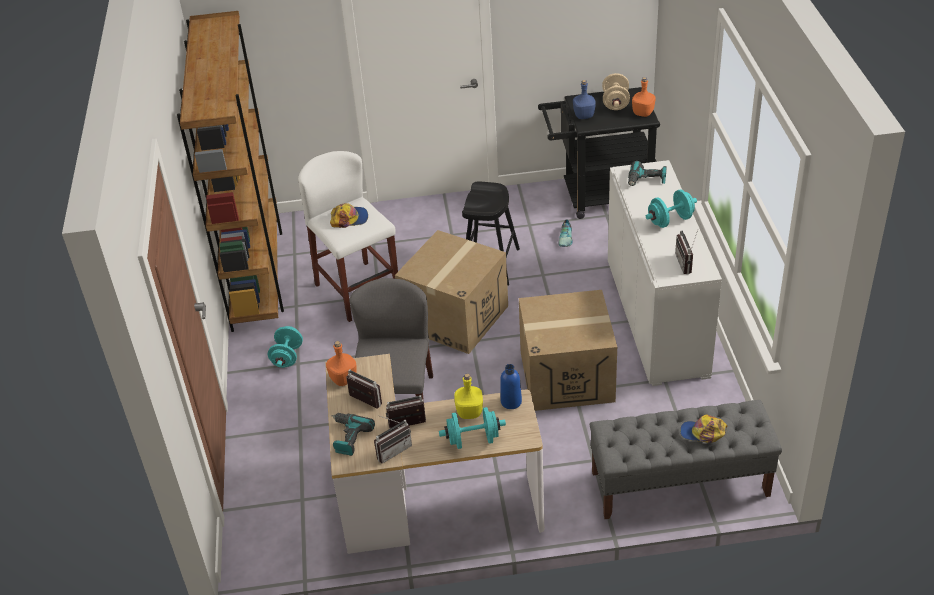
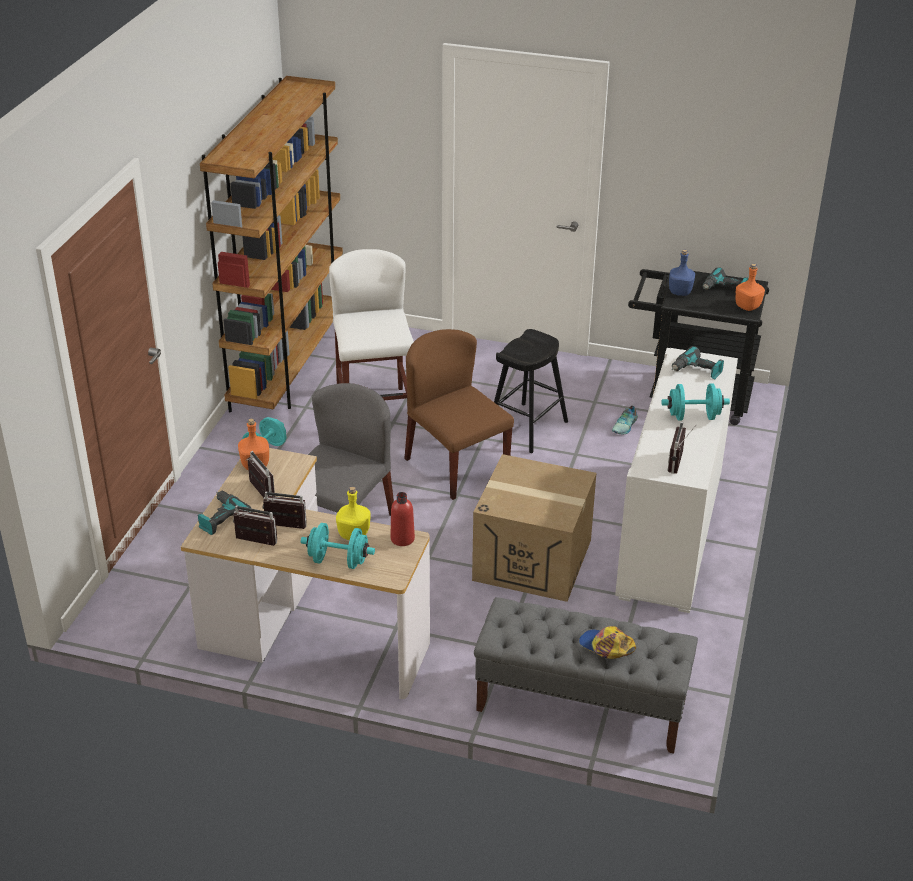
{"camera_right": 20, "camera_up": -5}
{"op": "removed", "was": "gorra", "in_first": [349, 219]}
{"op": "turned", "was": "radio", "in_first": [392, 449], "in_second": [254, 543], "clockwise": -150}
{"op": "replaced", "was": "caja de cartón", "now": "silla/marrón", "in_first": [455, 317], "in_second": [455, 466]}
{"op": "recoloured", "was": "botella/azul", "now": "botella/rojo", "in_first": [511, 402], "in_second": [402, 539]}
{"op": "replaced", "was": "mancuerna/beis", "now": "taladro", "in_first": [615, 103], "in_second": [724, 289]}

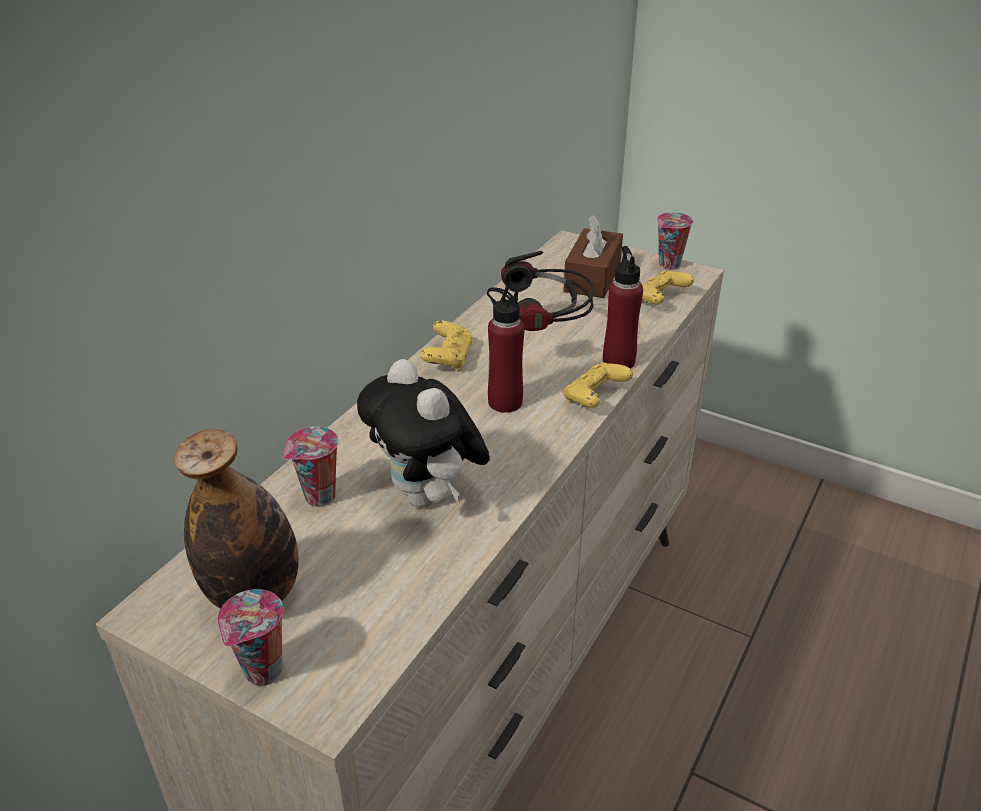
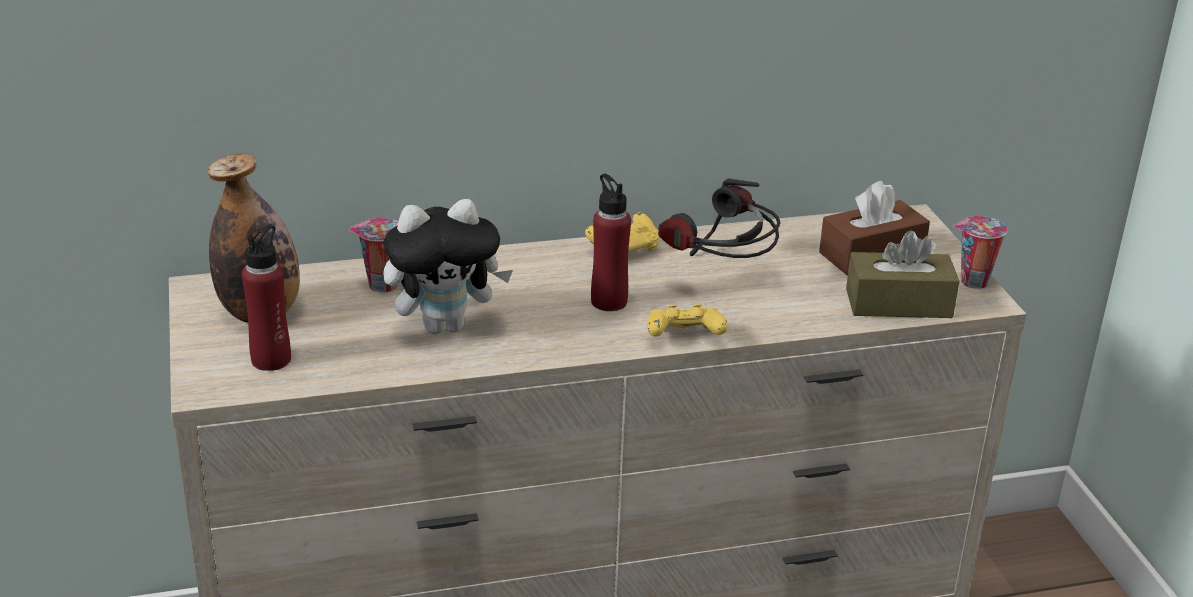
{"camera_right": 45, "camera_up": -5}
{"op": "removed", "was": "taza", "in_first": [263, 673]}
{"op": "turned", "was": "peluche", "in_first": [428, 497], "in_second": [445, 325], "clockwise": -120}
{"op": "moved", "was": "botella/rojo", "in_first": [618, 361], "in_second": [271, 360]}
{"op": "replaced", "was": "mando de consola/amarillo", "now": "caja de pañuelos/marrón", "in_first": [660, 300], "in_second": [898, 303]}

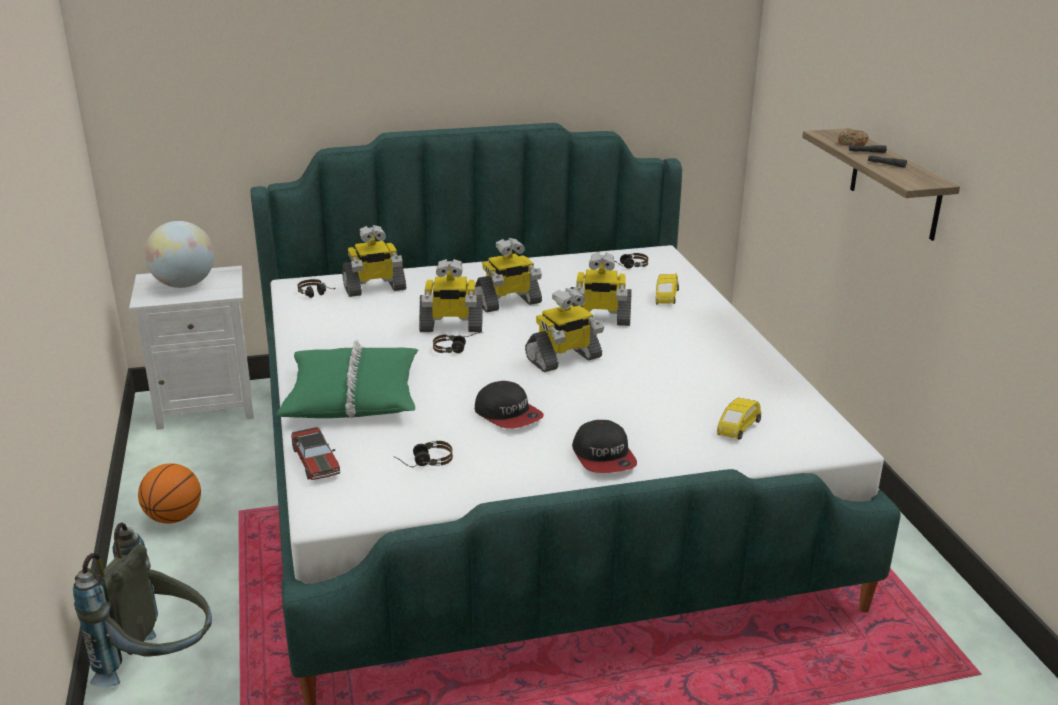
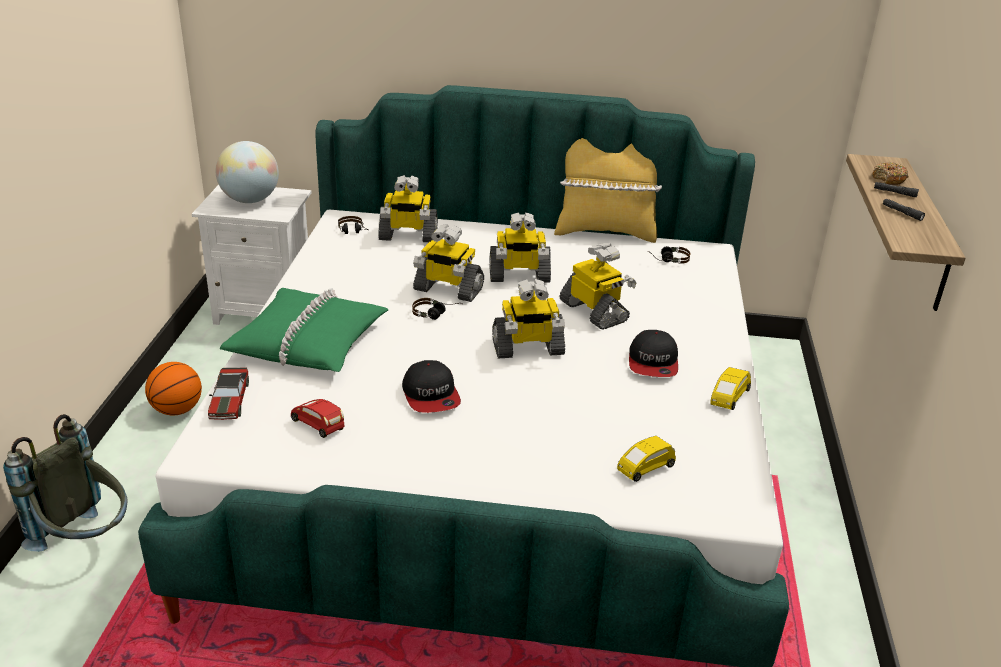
{"camera_right": 20, "camera_up": 5}
{"op": "replaced", "was": "auriculares", "now": "coche de juguete/rojo", "in_first": [423, 462], "in_second": [319, 426]}
{"op": "turned", "was": "robot de juguete", "in_first": [599, 319], "in_second": [595, 312], "clockwise": -150}
{"op": "moved", "was": "gorra", "in_first": [604, 457], "in_second": [653, 362]}
{"op": "moved", "was": "coche de juguete/amarillo", "in_first": [665, 298], "in_second": [728, 398]}
{"op": "added", "now": "cojín/amarillo", "in_second": [605, 232]}

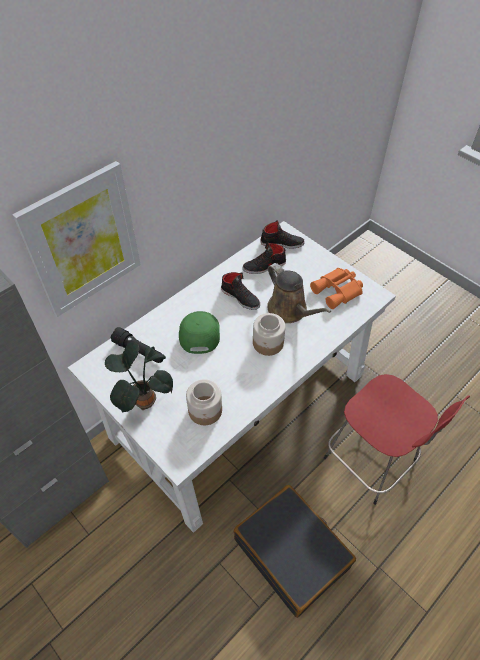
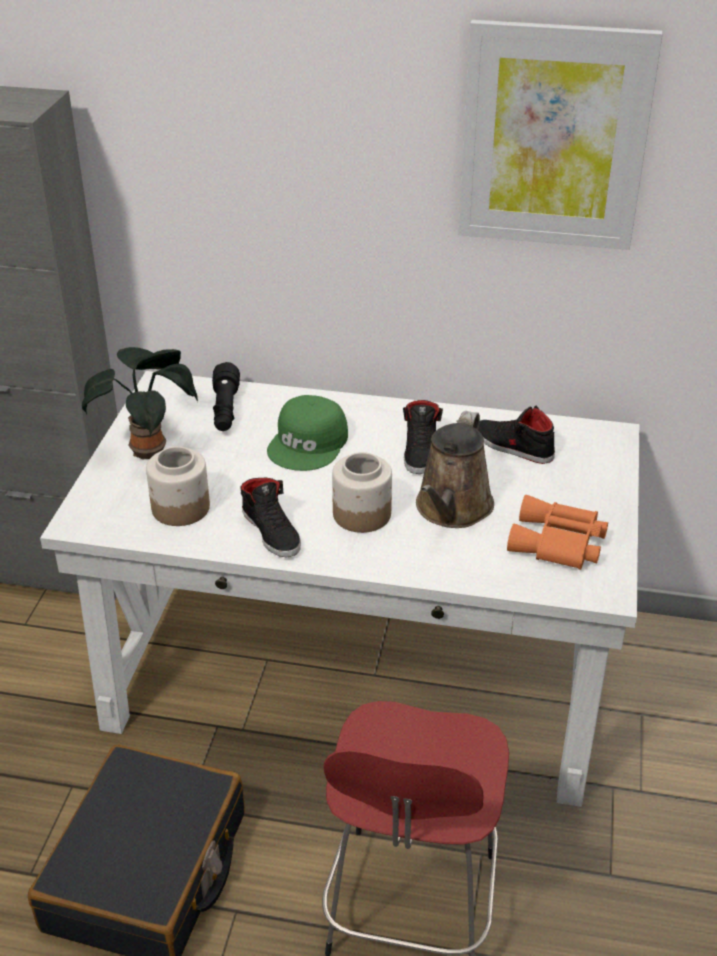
{"camera_right": 55, "camera_up": -15}
{"op": "moved", "was": "cuadro", "in_first": [83, 241], "in_second": [554, 137]}
{"op": "turned", "was": "gorra/verde", "in_first": [198, 333], "in_second": [309, 443], "clockwise": 150}
{"op": "moved", "was": "zapato/negro", "in_first": [282, 243], "in_second": [272, 531]}

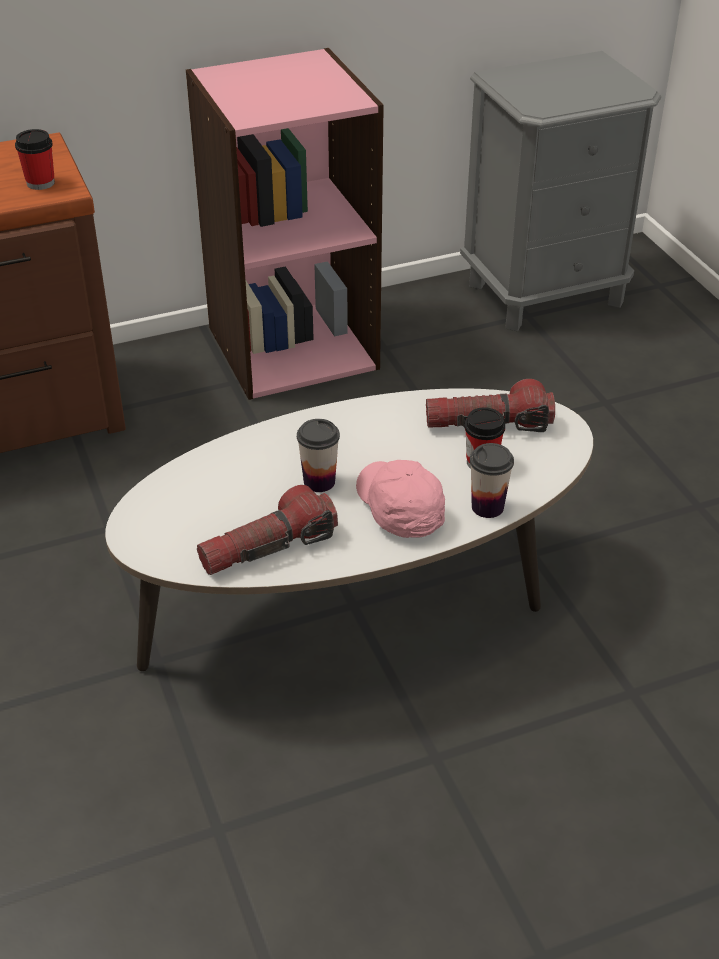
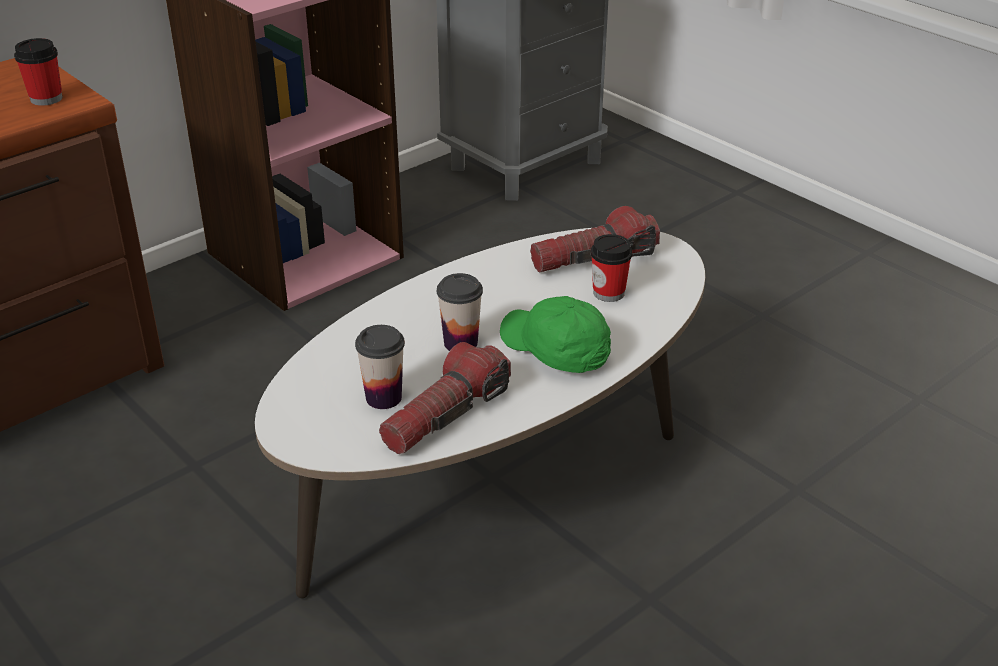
{"camera_right": -20, "camera_up": -5}
{"op": "recoloured", "was": "gorra/rosa", "now": "gorra/verde", "in_first": [398, 509], "in_second": [555, 350]}
{"op": "moved", "was": "taza", "in_first": [487, 507], "in_second": [383, 398]}

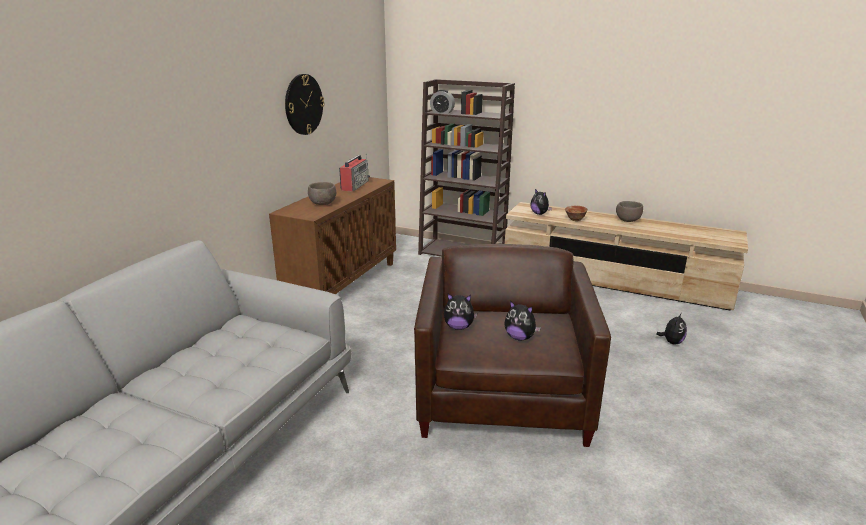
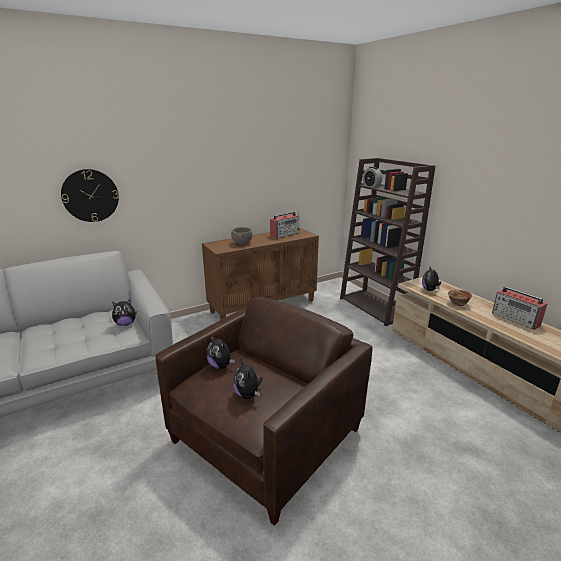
{"camera_right": 35, "camera_up": 0}
{"op": "moved", "was": "reloj de pared", "in_first": [303, 104], "in_second": [90, 195]}
{"op": "replaced", "was": "cuenco/marrón", "now": "radio", "in_first": [628, 220], "in_second": [515, 319]}
{"op": "moved", "was": "peluche", "in_first": [671, 342], "in_second": [125, 324]}

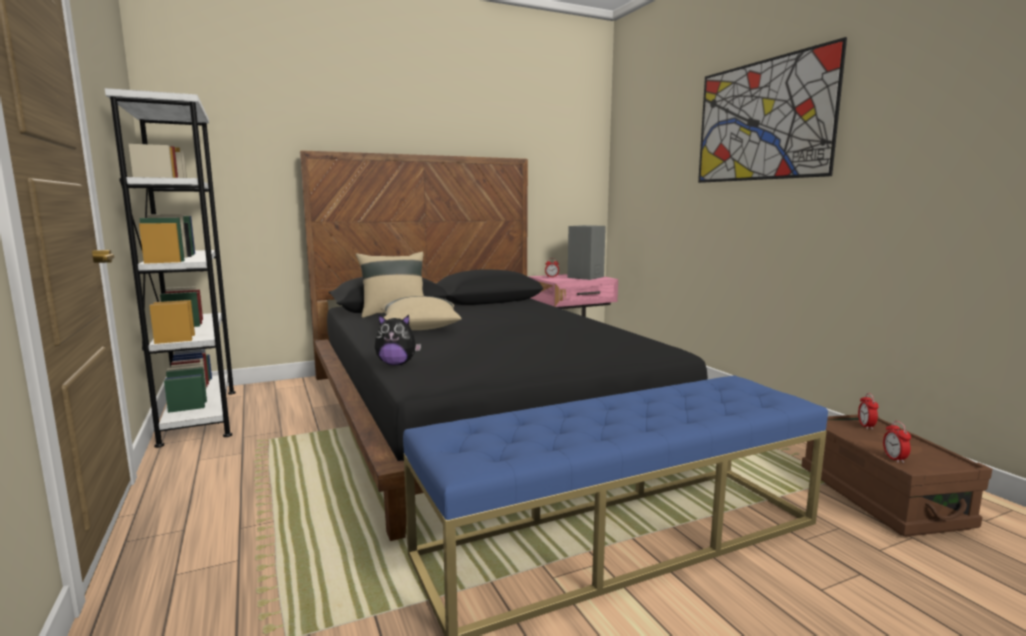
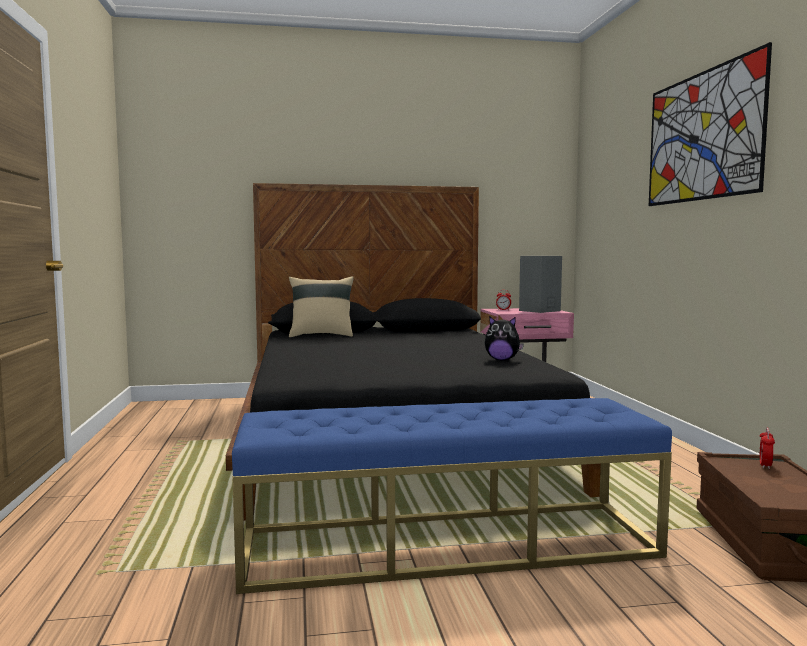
{"camera_right": 15, "camera_up": -5}
{"op": "removed", "was": "estantería/blanco", "in_first": [200, 416]}
{"op": "moved", "was": "peluche", "in_first": [396, 364], "in_second": [502, 360]}
{"op": "removed", "was": "cojín/beis", "in_first": [420, 329]}
{"op": "removed", "was": "despertador", "in_first": [894, 458]}

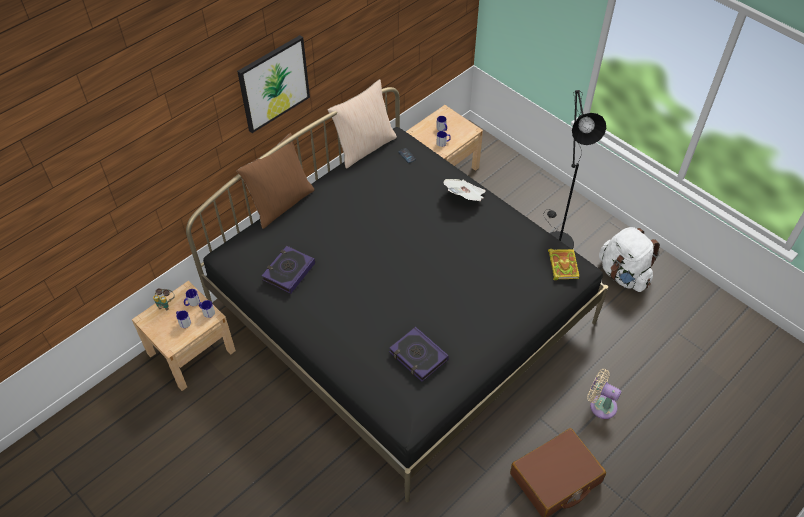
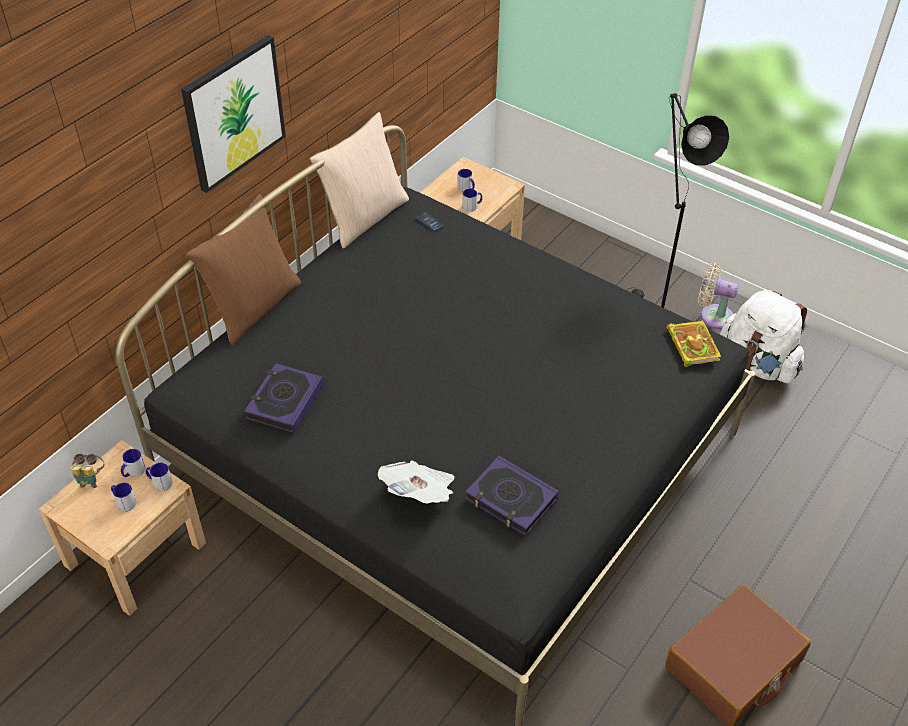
{"camera_right": -10, "camera_up": -5}
{"op": "moved", "was": "periódico", "in_first": [465, 197], "in_second": [419, 493]}
{"op": "moved", "was": "ventilador/beis", "in_first": [600, 405], "in_second": [712, 316]}

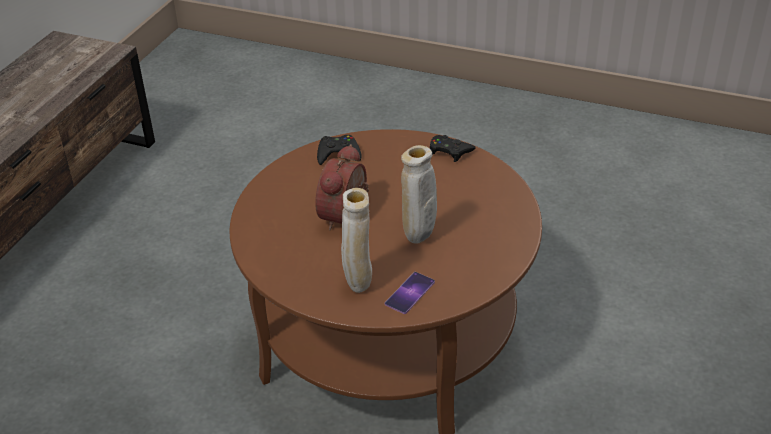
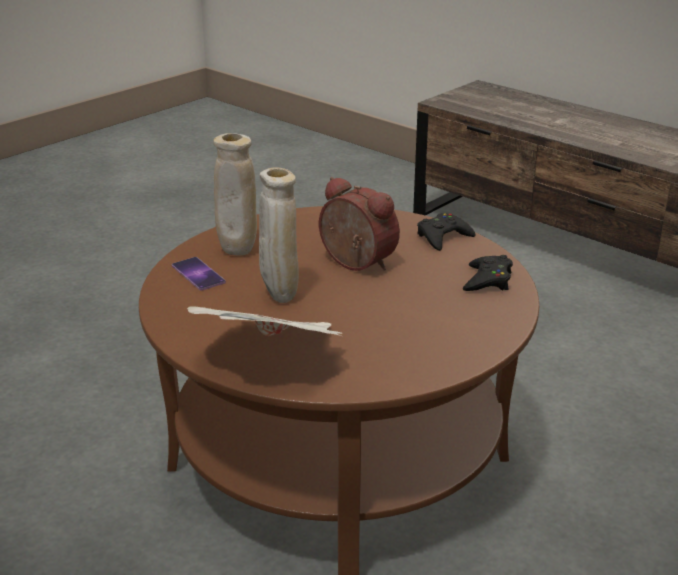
{"camera_right": 110, "camera_up": -10}
{"op": "moved", "was": "mando de consola/negro", "in_first": [449, 151], "in_second": [443, 237]}
{"op": "added", "now": "periódico", "in_second": [274, 356]}

